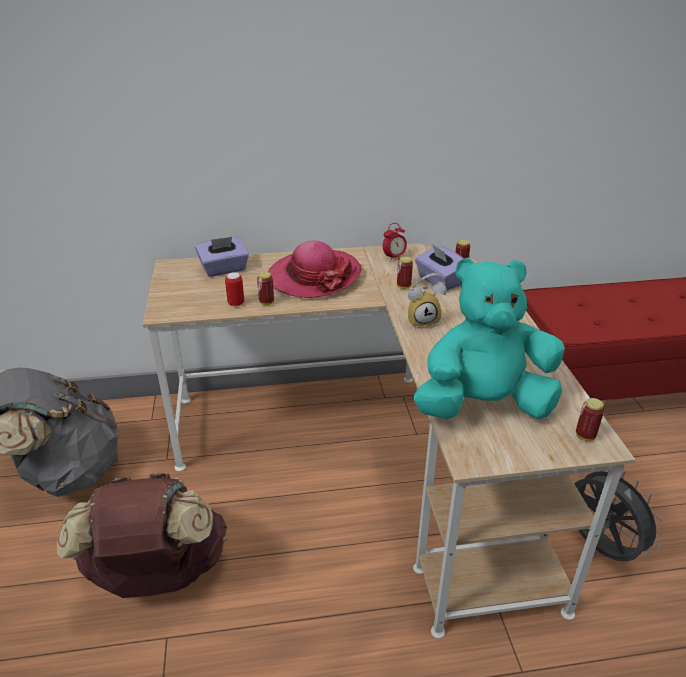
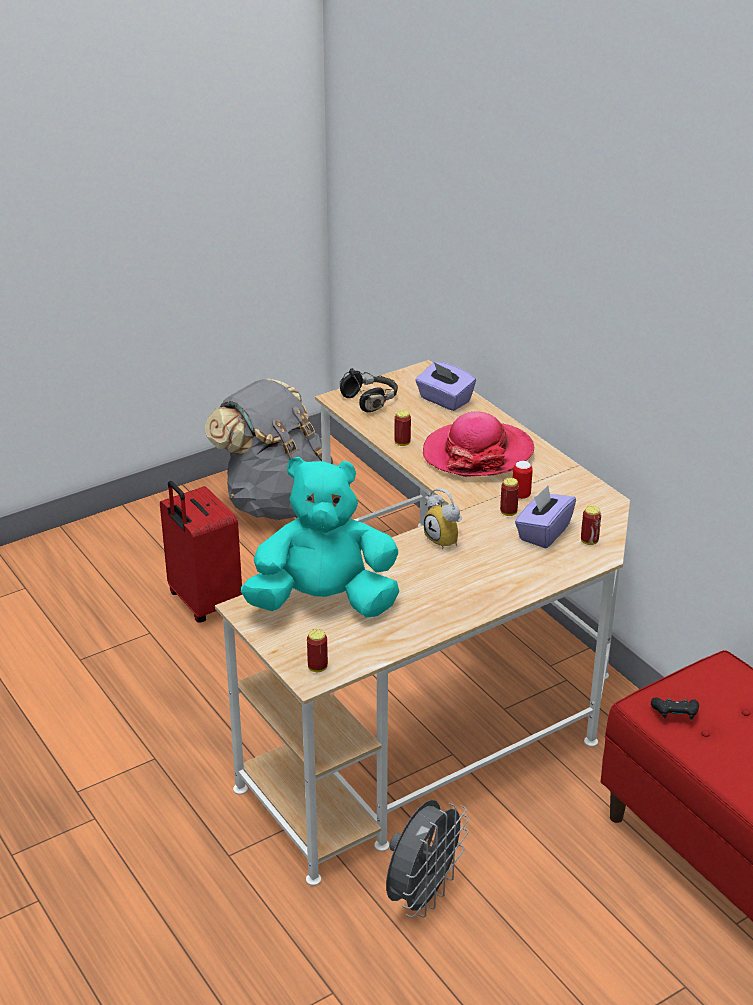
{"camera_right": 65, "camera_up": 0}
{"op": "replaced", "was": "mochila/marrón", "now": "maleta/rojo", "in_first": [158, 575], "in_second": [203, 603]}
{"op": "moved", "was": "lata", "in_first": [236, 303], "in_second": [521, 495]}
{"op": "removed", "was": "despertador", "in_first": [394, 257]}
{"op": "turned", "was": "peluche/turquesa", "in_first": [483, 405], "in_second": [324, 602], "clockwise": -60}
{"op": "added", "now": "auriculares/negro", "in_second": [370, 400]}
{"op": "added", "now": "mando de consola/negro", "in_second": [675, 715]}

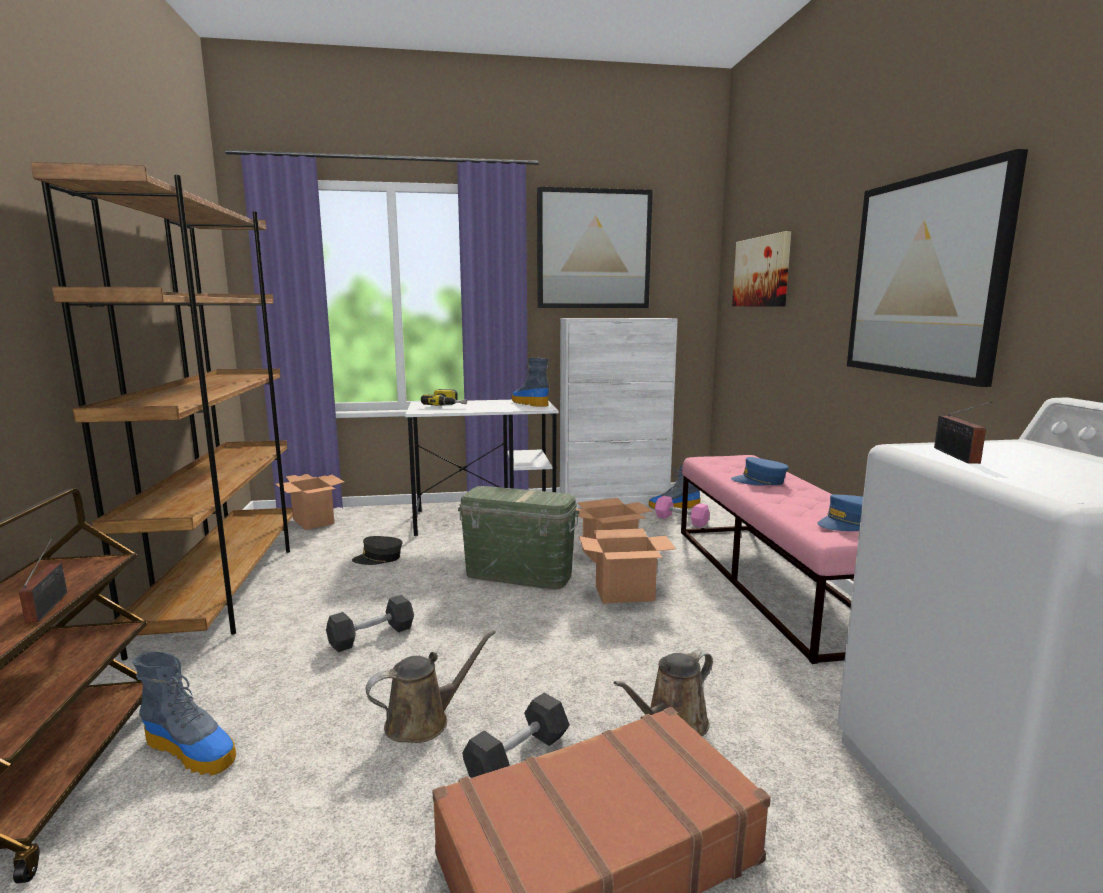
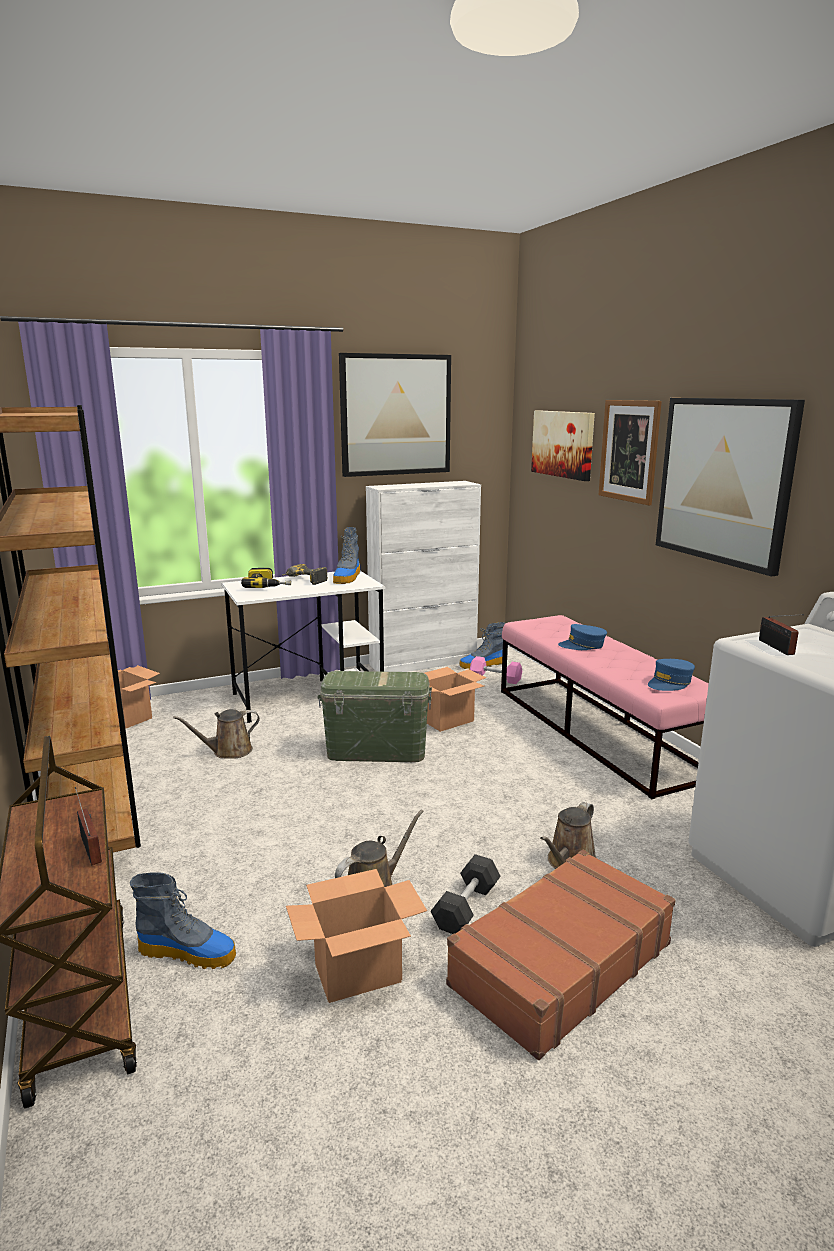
{"camera_right": -15, "camera_up": 5}
{"op": "removed", "was": "mancuerna/gris", "in_first": [372, 636]}
{"op": "replaced", "was": "gorra/gris", "now": "regadera/marrón", "in_first": [378, 558], "in_second": [228, 751]}
{"op": "turned", "was": "bota", "in_first": [529, 403], "in_second": [347, 578], "clockwise": -120}
{"op": "moved", "was": "caja de cartón", "in_first": [625, 593], "in_second": [358, 972]}
{"op": "added", "now": "taladro", "in_second": [304, 581]}
{"op": "added", "now": "cuadro", "in_second": [629, 451]}

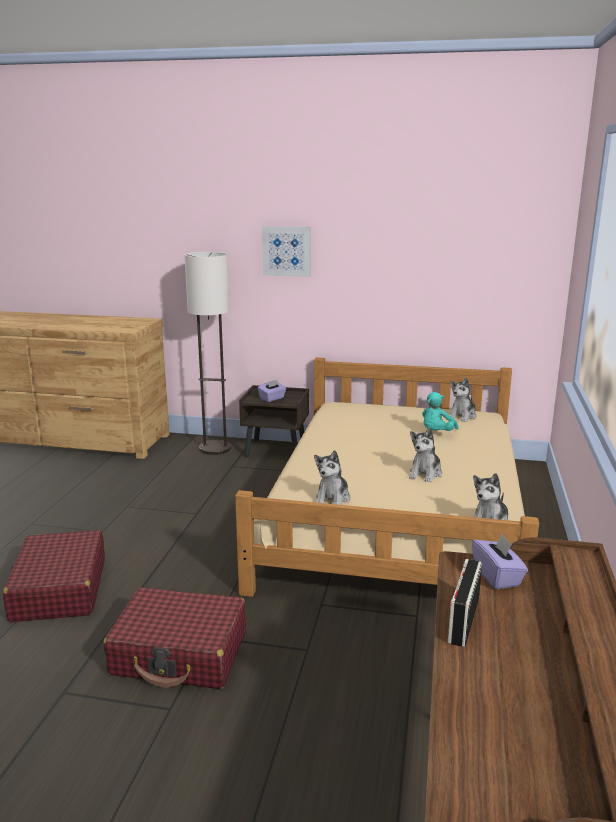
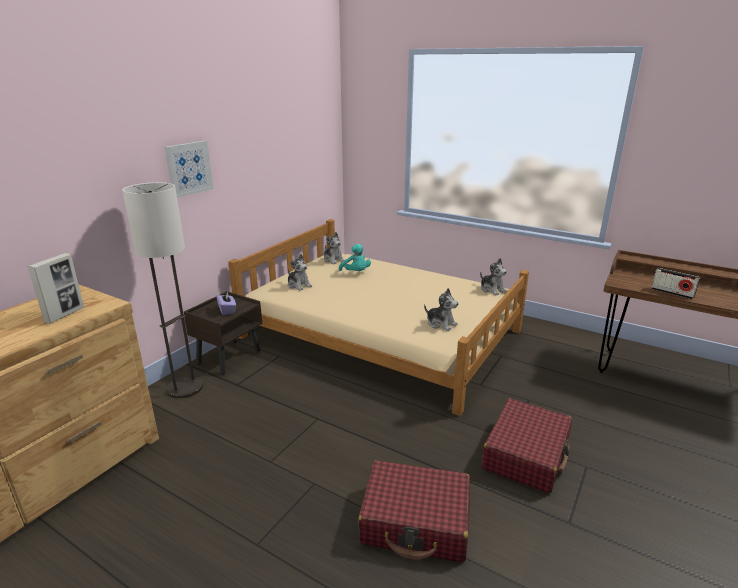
{"camera_right": -70, "camera_up": 5}
{"op": "moved", "was": "peluche", "in_first": [425, 474], "in_second": [299, 285]}
{"op": "removed", "was": "caja de pañuelos/morado", "in_first": [497, 576]}
{"op": "added", "now": "portarretratos", "in_second": [65, 315]}

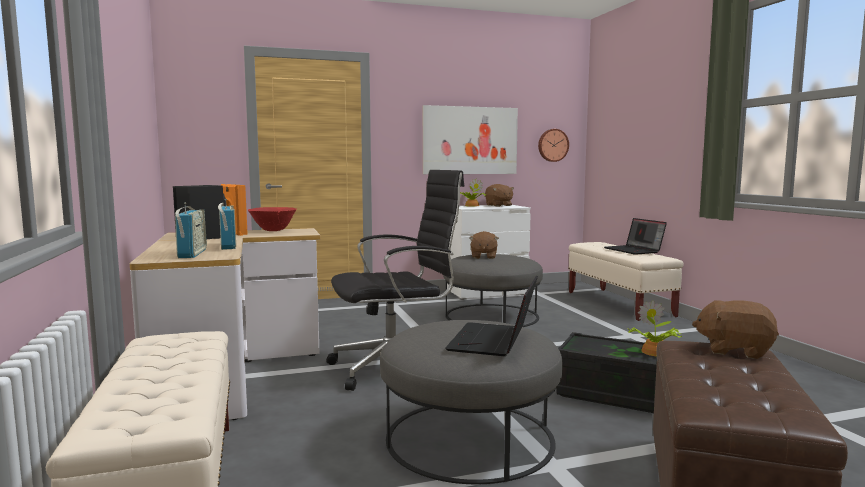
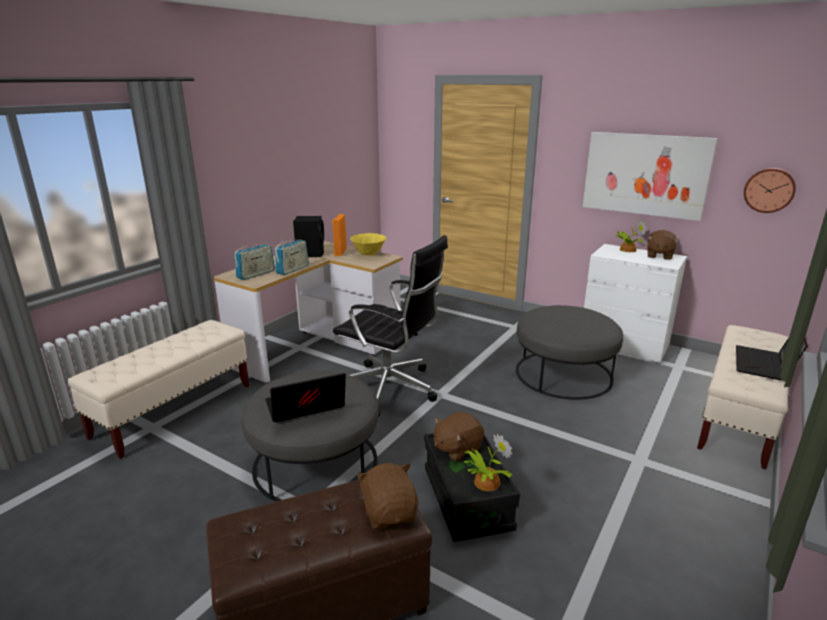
{"camera_right": 50, "camera_up": 15}
{"op": "recoloured", "was": "cuenco/rojo", "now": "cuenco/amarillo", "in_first": [274, 231], "in_second": [368, 254]}
{"op": "moved", "was": "peluche/marrón", "in_first": [483, 257], "in_second": [457, 448]}

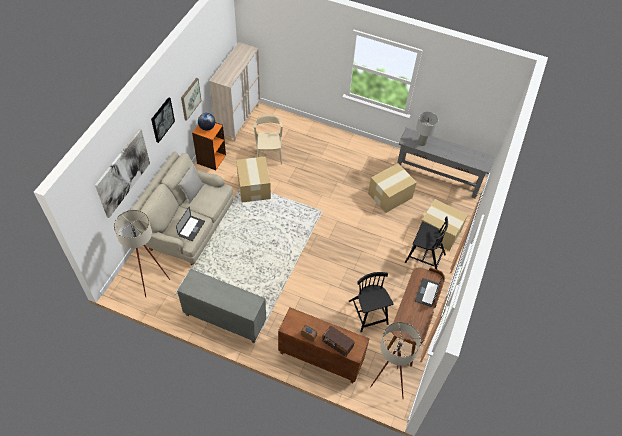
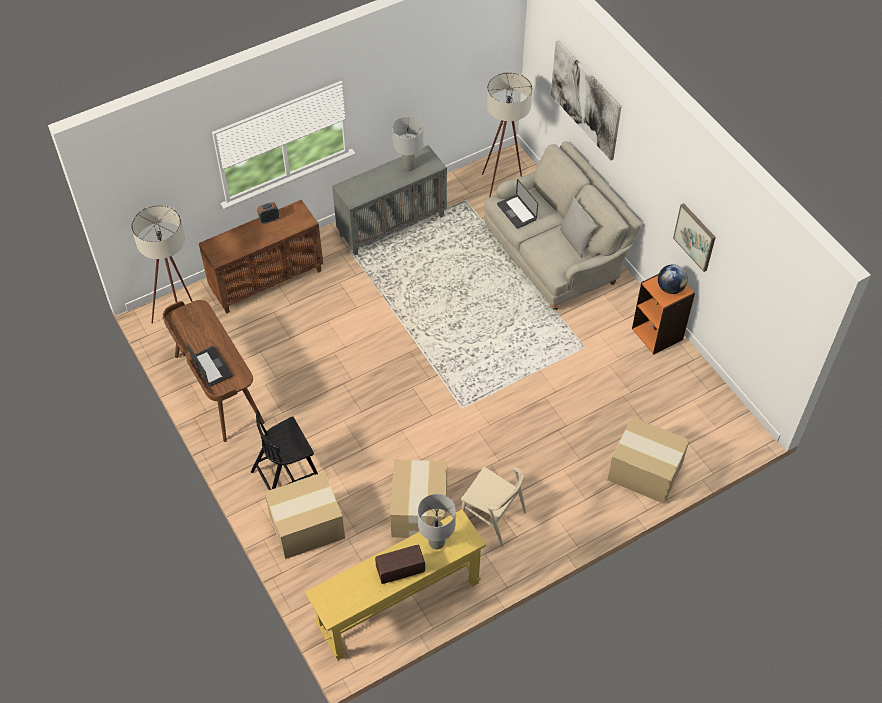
{"camera_right": 130, "camera_up": 0}
{"op": "removed", "was": "cuadro", "in_first": [162, 119]}
{"op": "removed", "was": "armario/beis", "in_first": [238, 120]}
{"op": "moved", "was": "caja de cartón", "in_first": [254, 187], "in_second": [645, 472]}
{"op": "moved", "was": "silla/beis", "in_first": [269, 154], "in_second": [492, 517]}
{"op": "moved", "was": "radio", "in_first": [337, 344], "in_second": [400, 570]}
{"op": "removed", "was": "silla/negro", "in_first": [368, 313]}
{"op": "recoloured", "was": "mesa consola/gris", "now": "mesa consola/amarillo", "in_first": [437, 177], "in_second": [399, 604]}
{"op": "added", "now": "lámpara de mesa/gris", "in_second": [409, 166]}

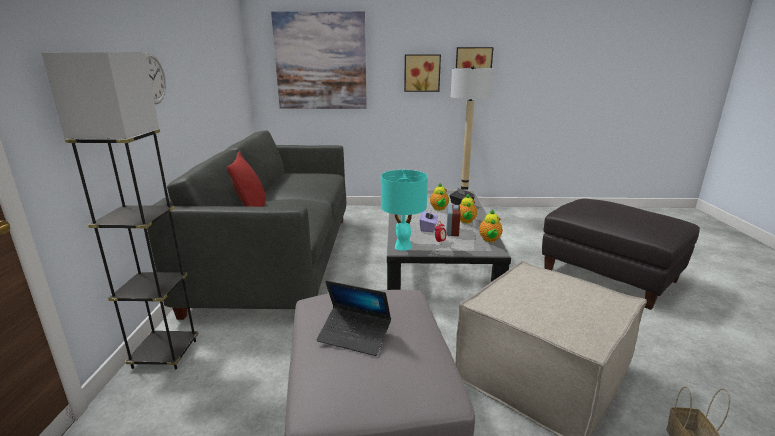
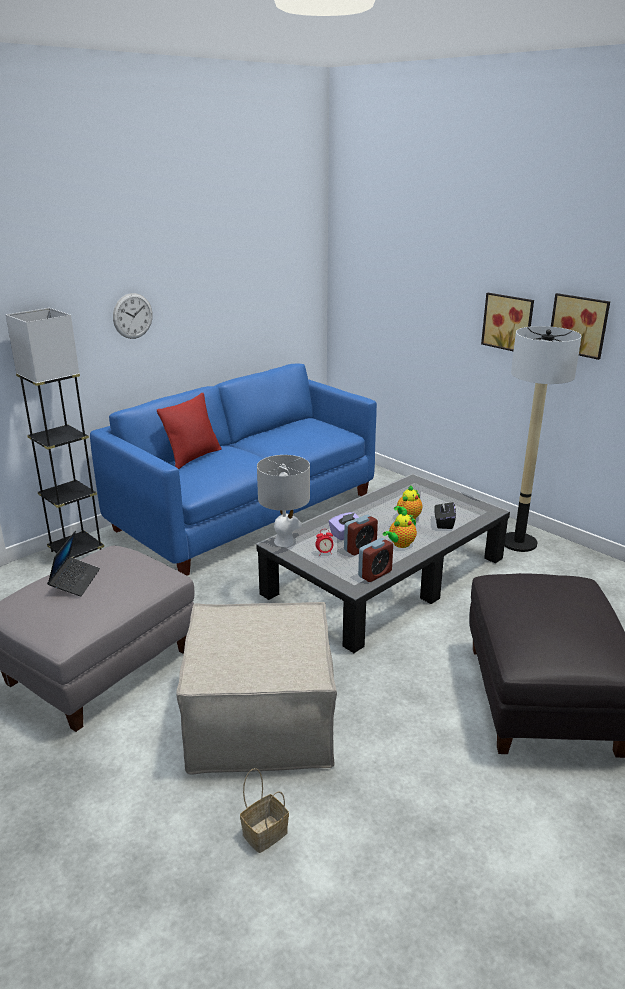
{"camera_right": 45, "camera_up": 5}
{"op": "recoloured", "was": "sofá/gris", "now": "sofá/azul", "in_first": [278, 259], "in_second": [246, 511]}
{"op": "removed", "was": "cuadro", "in_first": [320, 61]}
{"op": "turned", "was": "portátil", "in_first": [354, 336], "in_second": [75, 581], "clockwise": -150}
{"op": "recoloured", "was": "lámpara de mesa/turquesa", "now": "lámpara de mesa/gris", "in_first": [403, 246], "in_second": [284, 541]}
{"op": "replaced", "was": "tetera", "now": "despertador", "in_first": [490, 240], "in_second": [375, 574]}

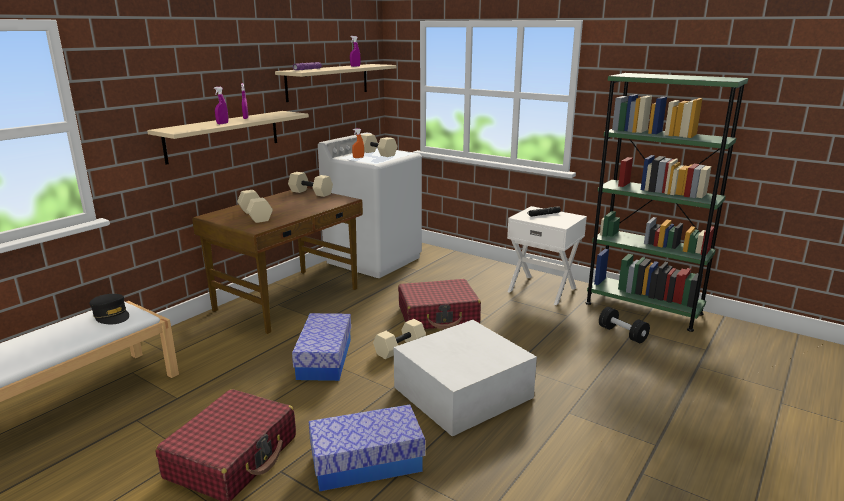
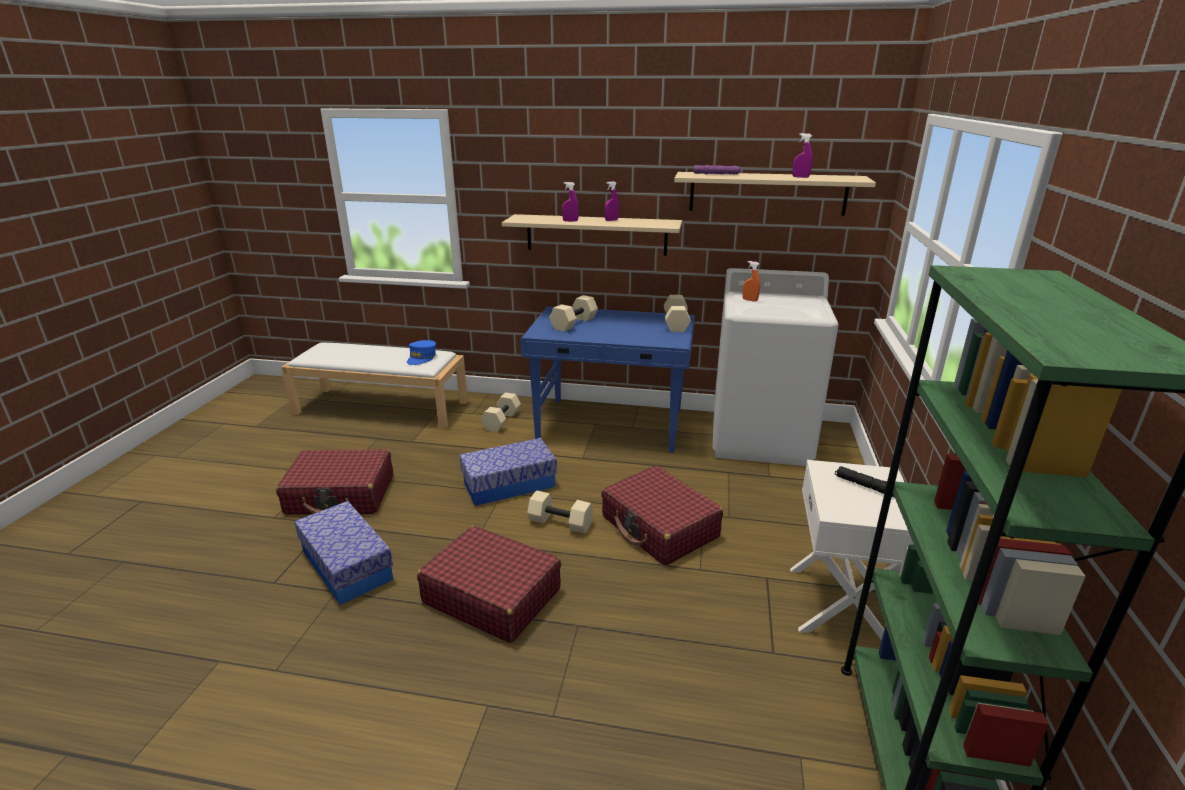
{"camera_right": 65, "camera_up": 5}
{"op": "recoloured", "was": "gorra/negro", "now": "gorra/azul", "in_first": [111, 315], "in_second": [422, 358]}
{"op": "recoloured", "was": "escritorio/marrón", "now": "escritorio/azul", "in_first": [289, 299], "in_second": [611, 425]}
{"op": "moved", "was": "mancuerna/beis", "in_first": [377, 153], "in_second": [501, 420]}
{"op": "replaced", "was": "caja de almacenaje/blanco", "now": "maleta/rojo", "in_first": [463, 392], "in_second": [491, 595]}
{"op": "removed", "was": "mancuerna/negro", "in_first": [622, 334]}

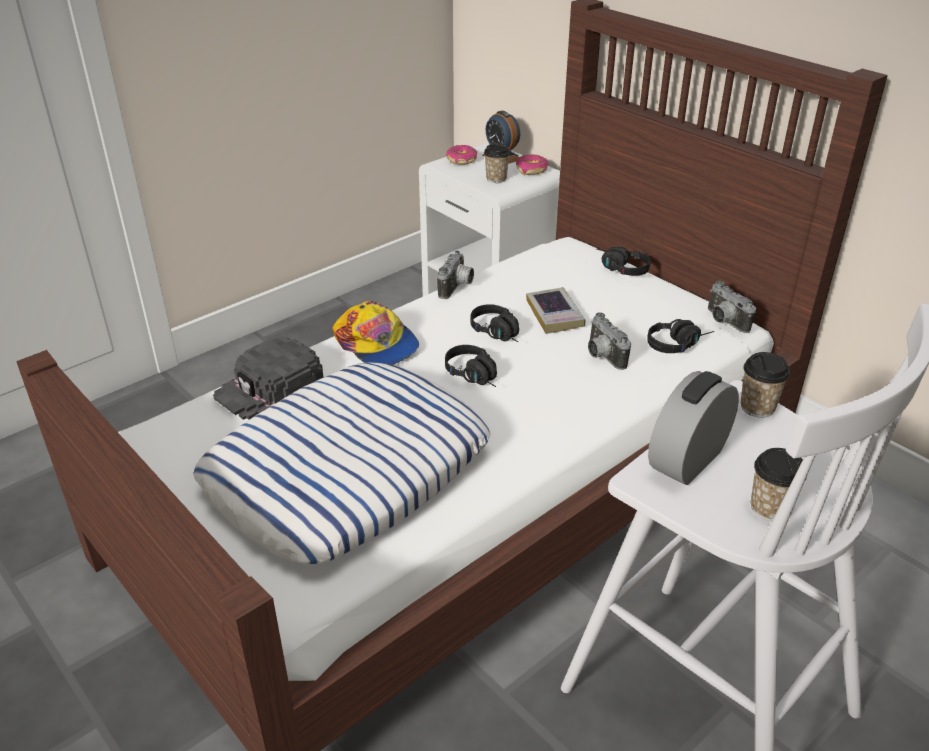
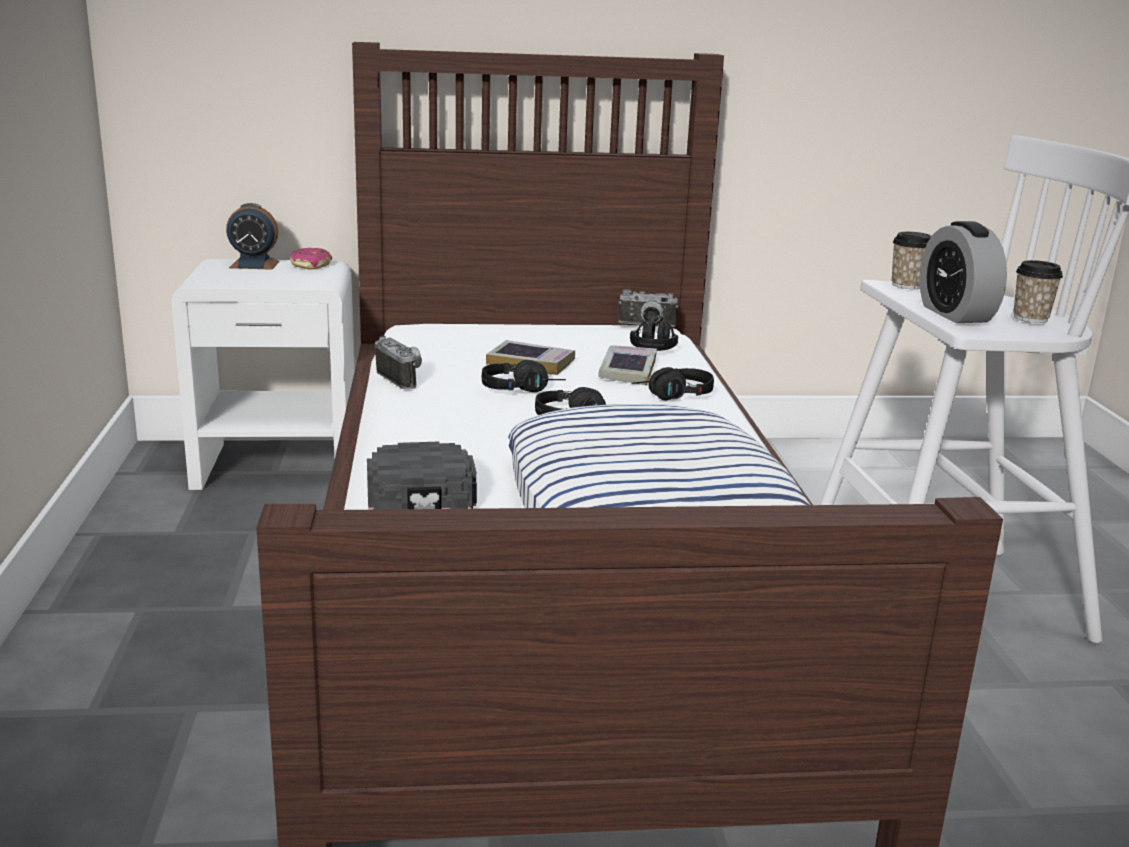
{"camera_right": -55, "camera_up": -15}
{"op": "removed", "was": "gorra", "in_first": [377, 344]}
{"op": "removed", "was": "rosquilla", "in_first": [461, 160]}
{"op": "removed", "was": "taza", "in_first": [496, 179]}
{"op": "replaced", "was": "cámara", "now": "libro", "in_first": [602, 356], "in_second": [627, 371]}
{"op": "moved", "was": "auriculares/negro", "in_first": [619, 269], "in_second": [673, 396]}

